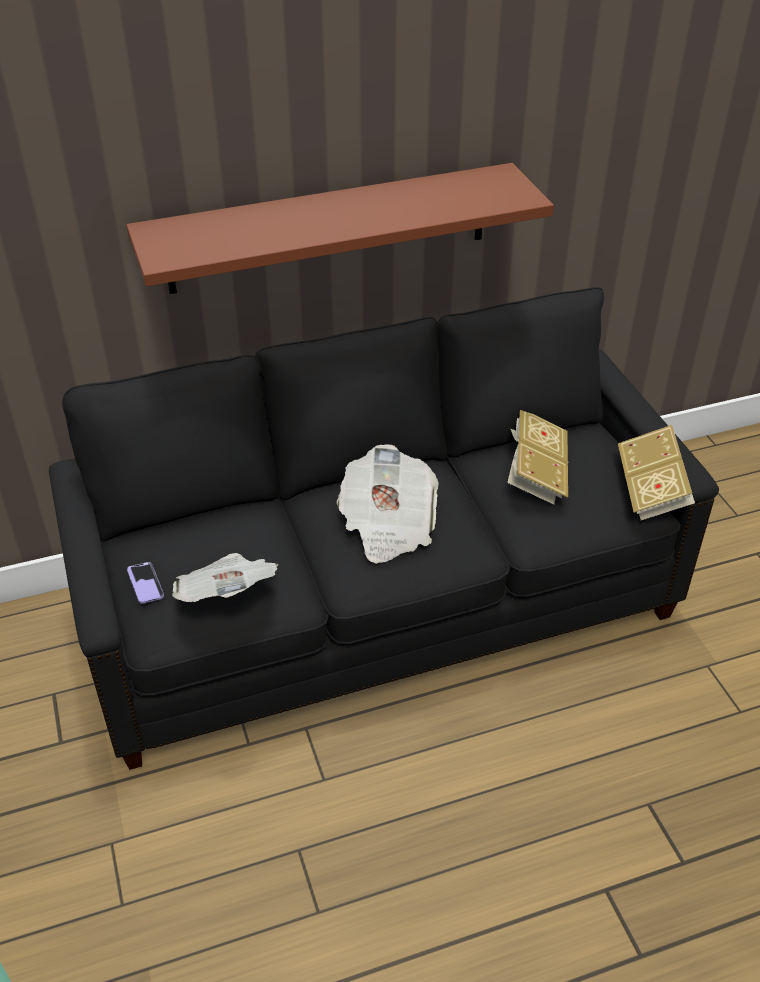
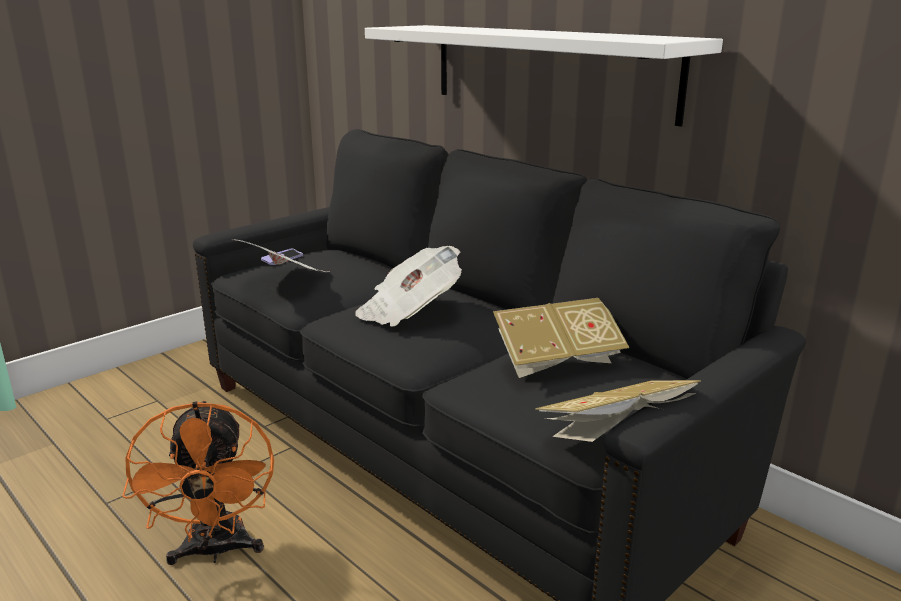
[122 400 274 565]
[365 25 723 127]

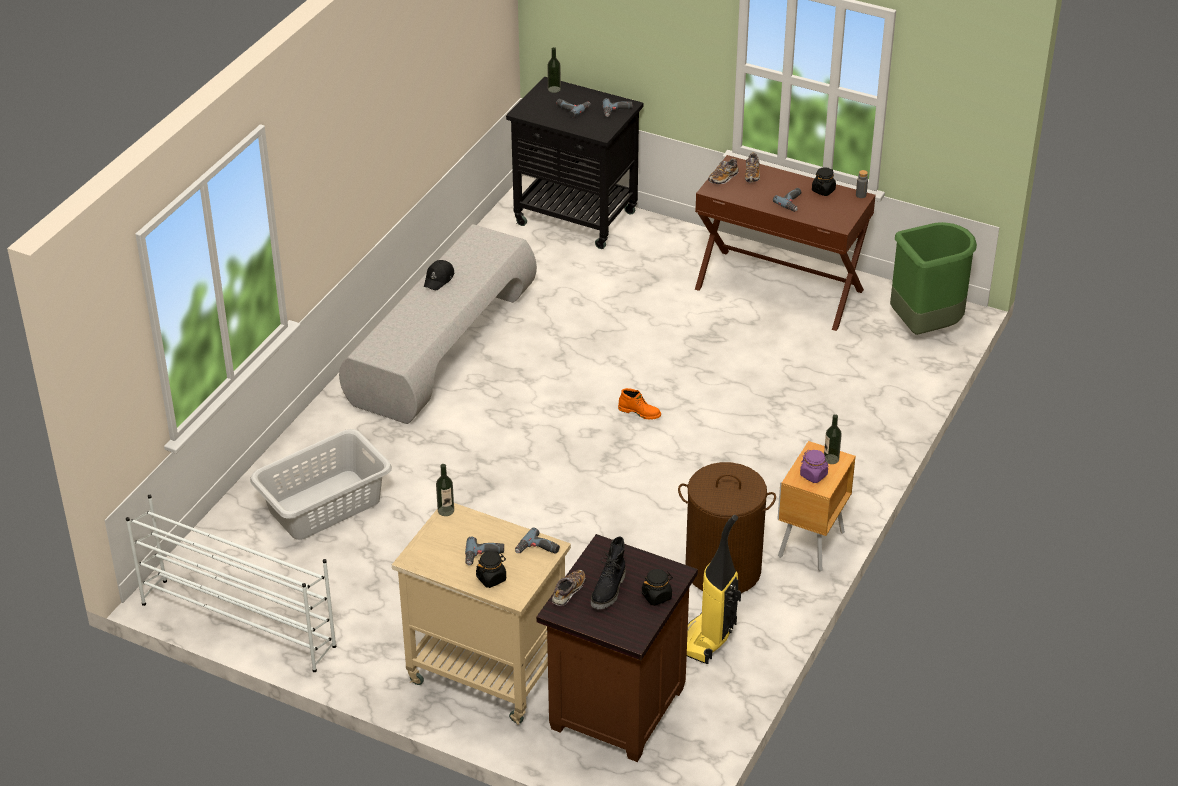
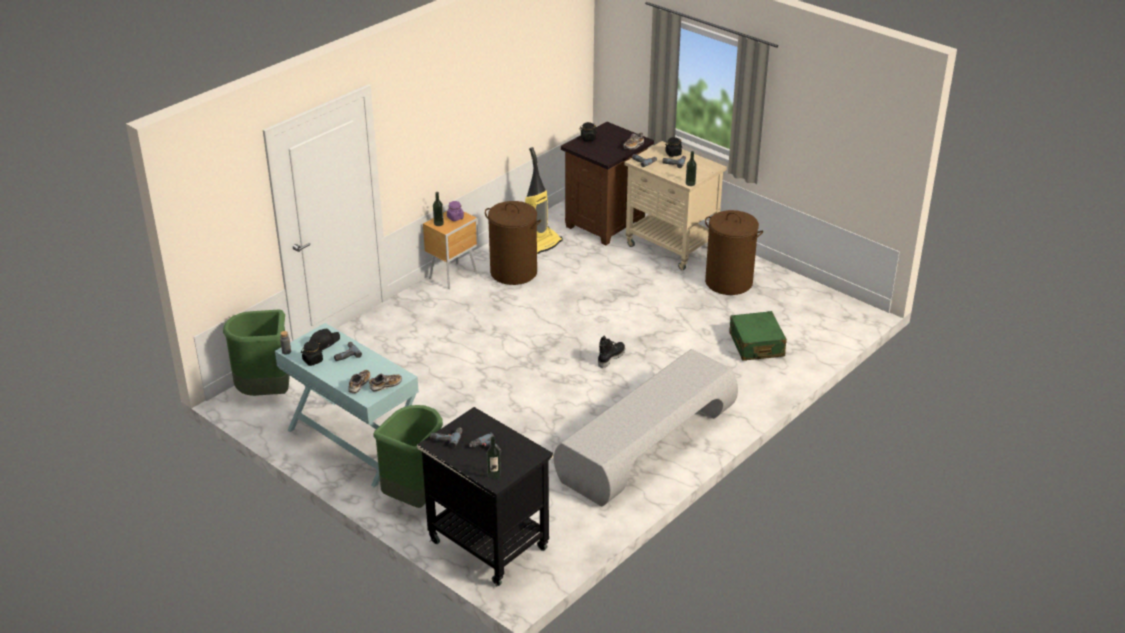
[275 323 419 487]
[310 329 340 351]
[373 405 443 508]
[598 335 625 368]
[705 210 763 295]
[729 311 787 361]
[126 495 336 672] (first image)
[618 388 661 420] (first image)

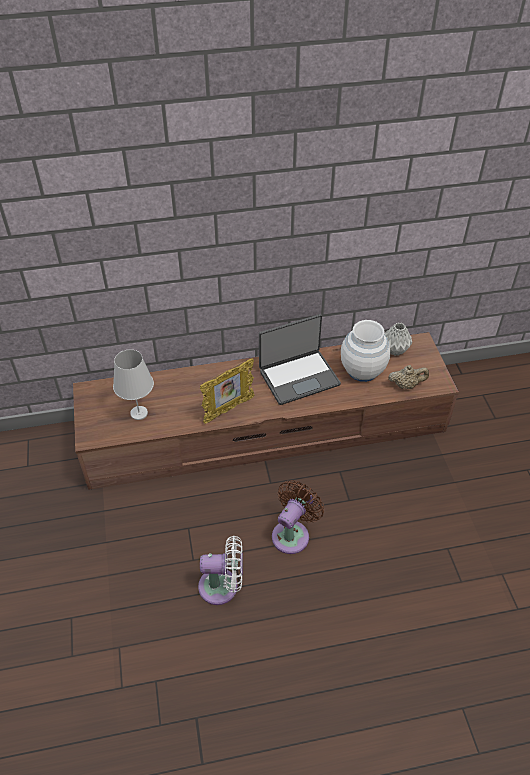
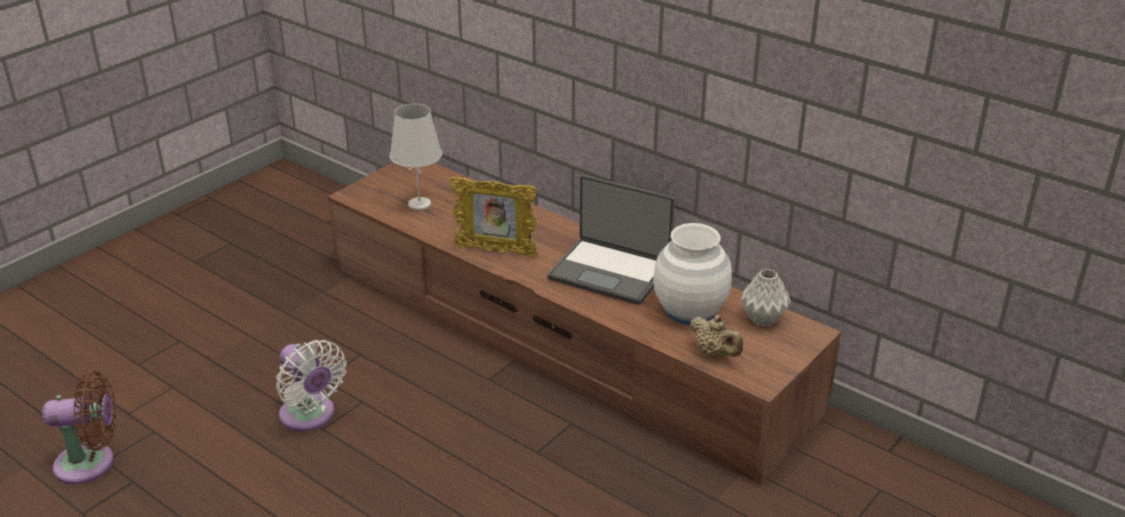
[42 371 116 484]

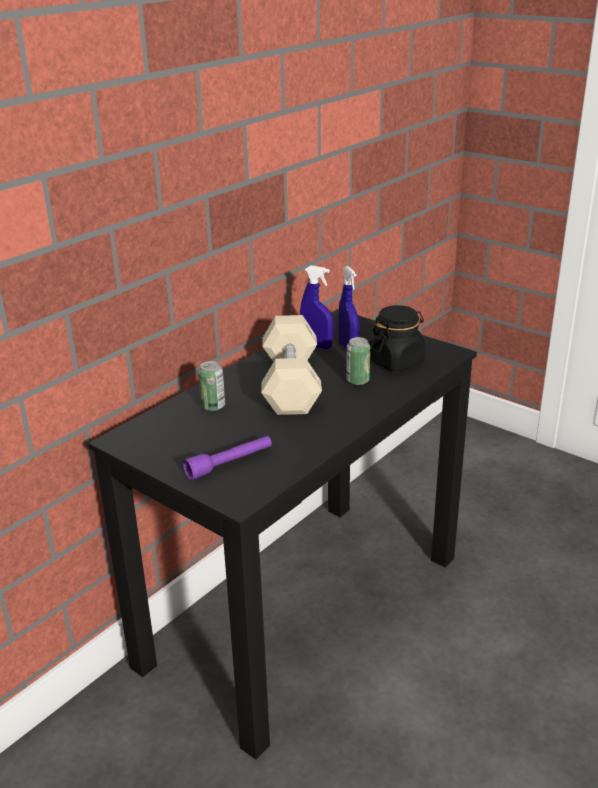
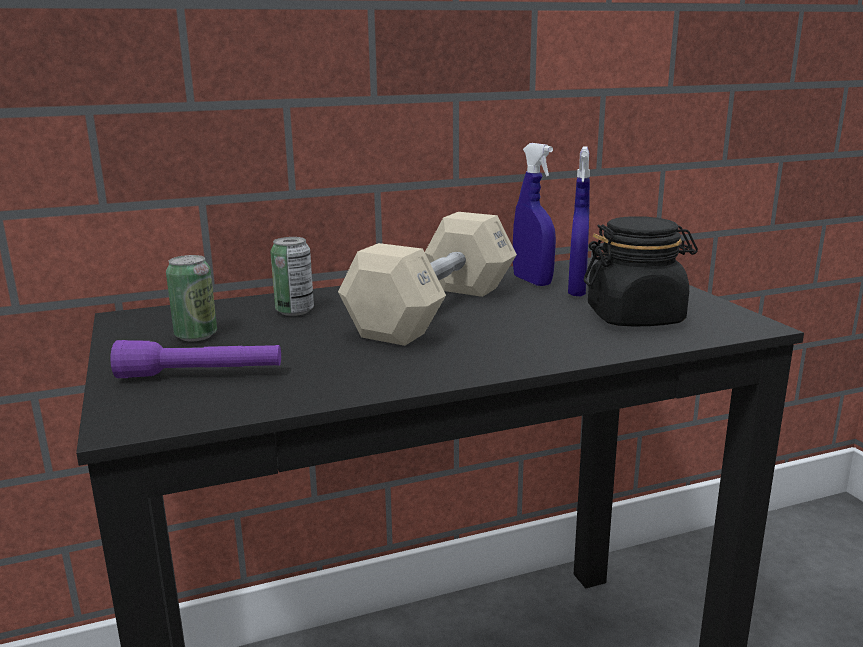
[166 255 217 341]

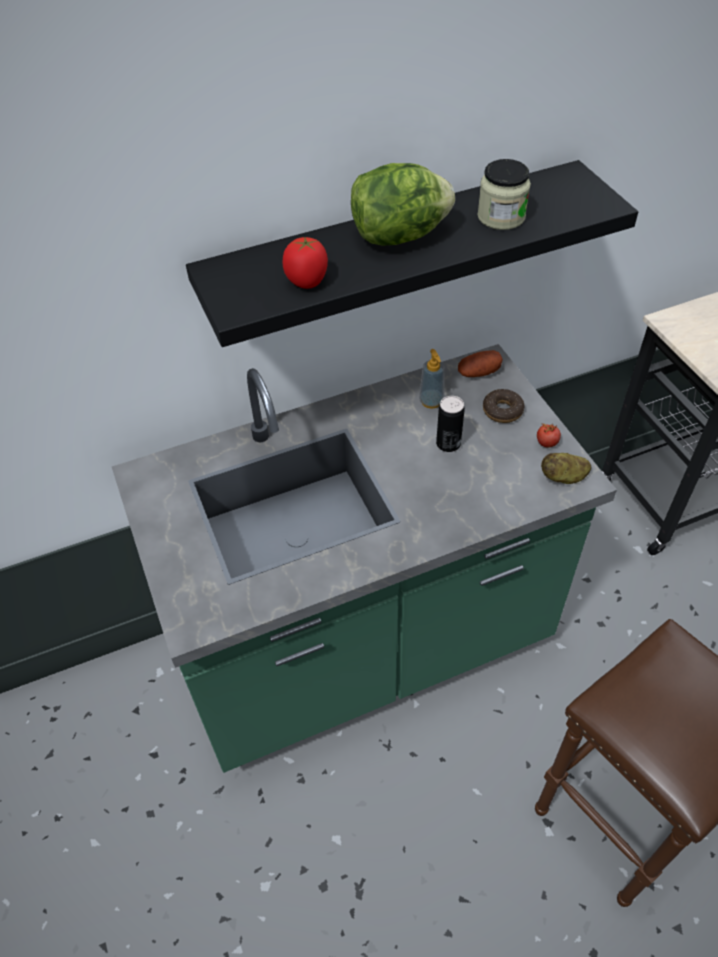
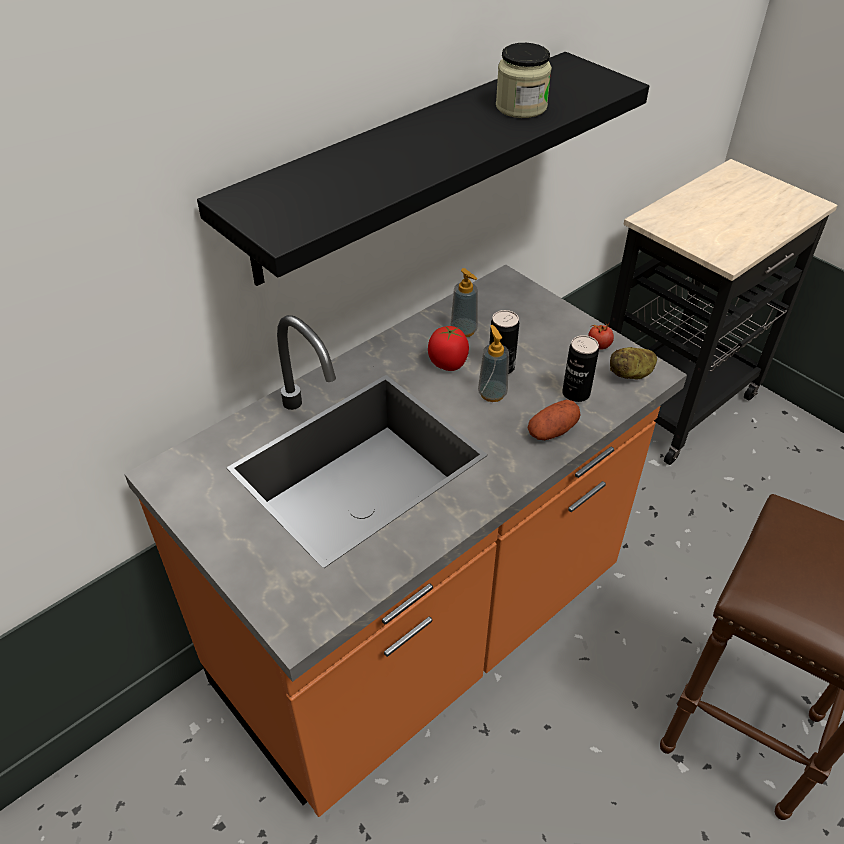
[124 264 687 817]
[428 326 469 371]
[478 325 509 402]
[528 400 581 440]
[562 335 599 402]
[351 163 455 246] (first image)
[483 389 525 423] (first image)

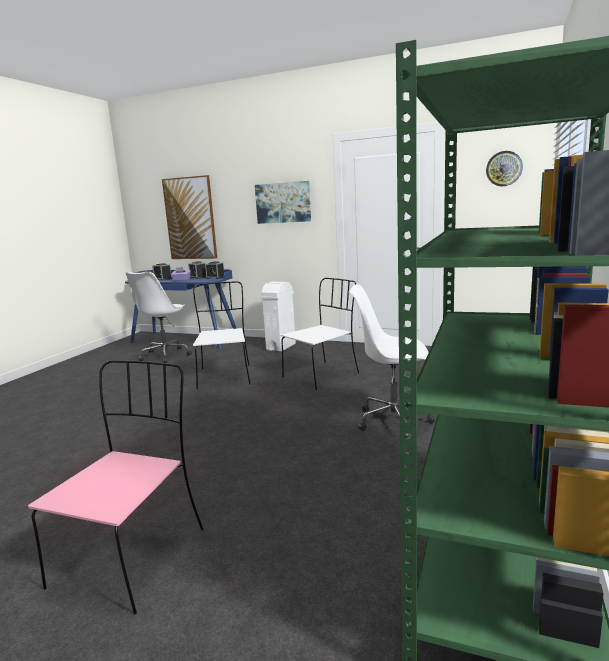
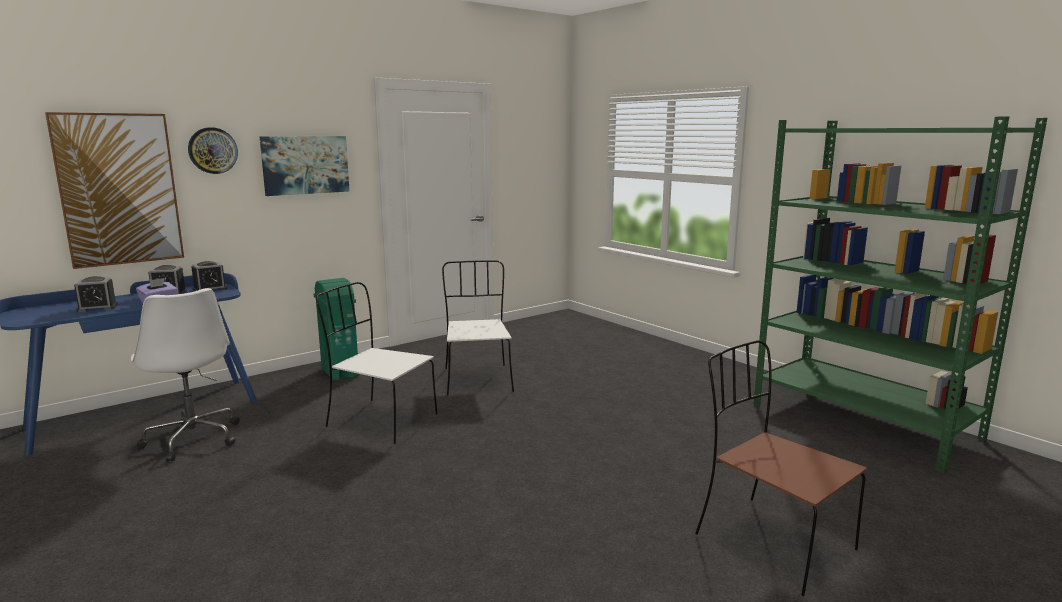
[188 127 238 174]
[314 278 359 381]
[695 340 867 596]
[348 284 435 438] (first image)

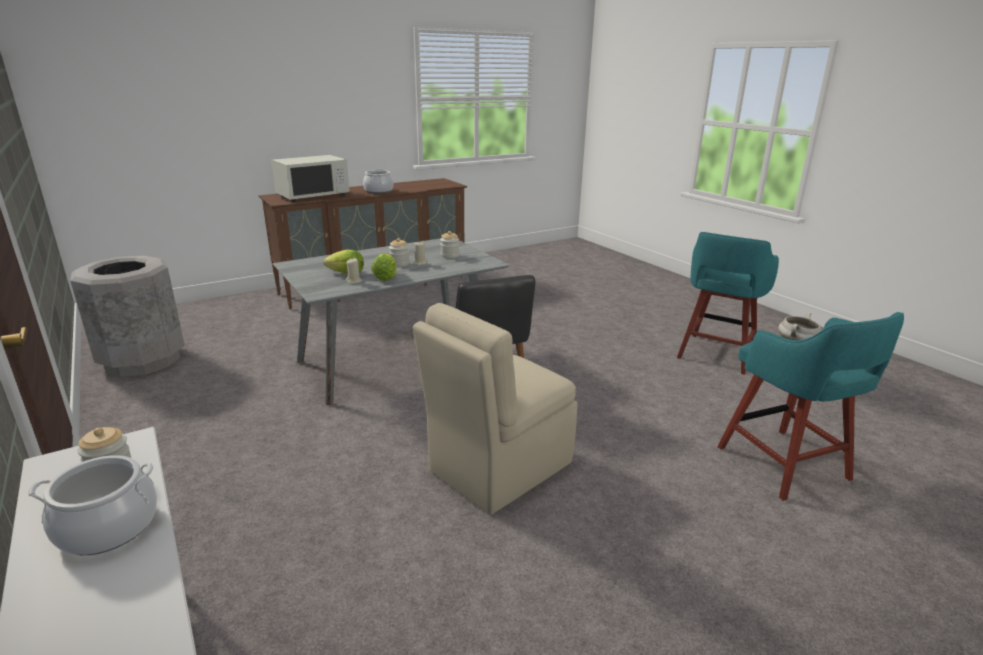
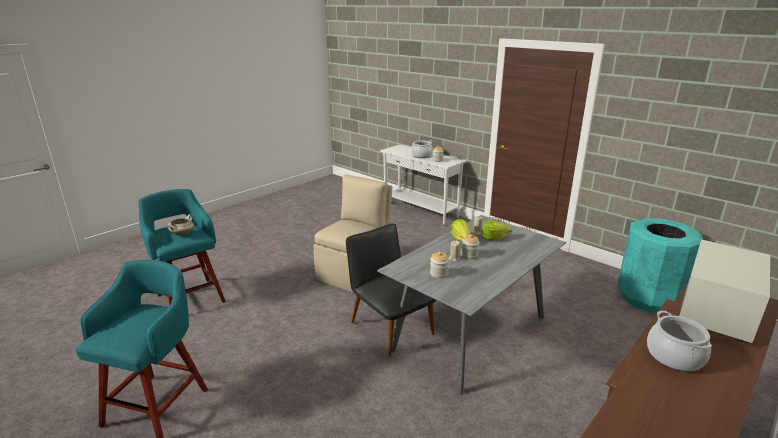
[618 218 703 313]

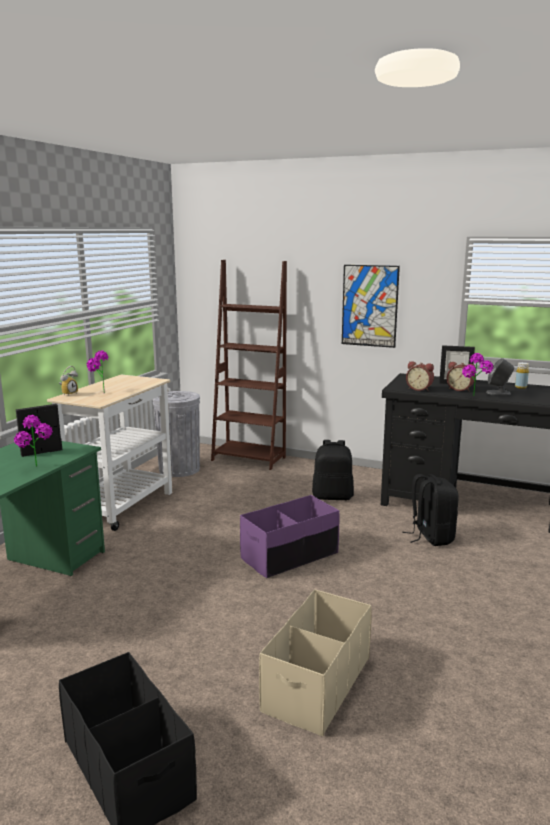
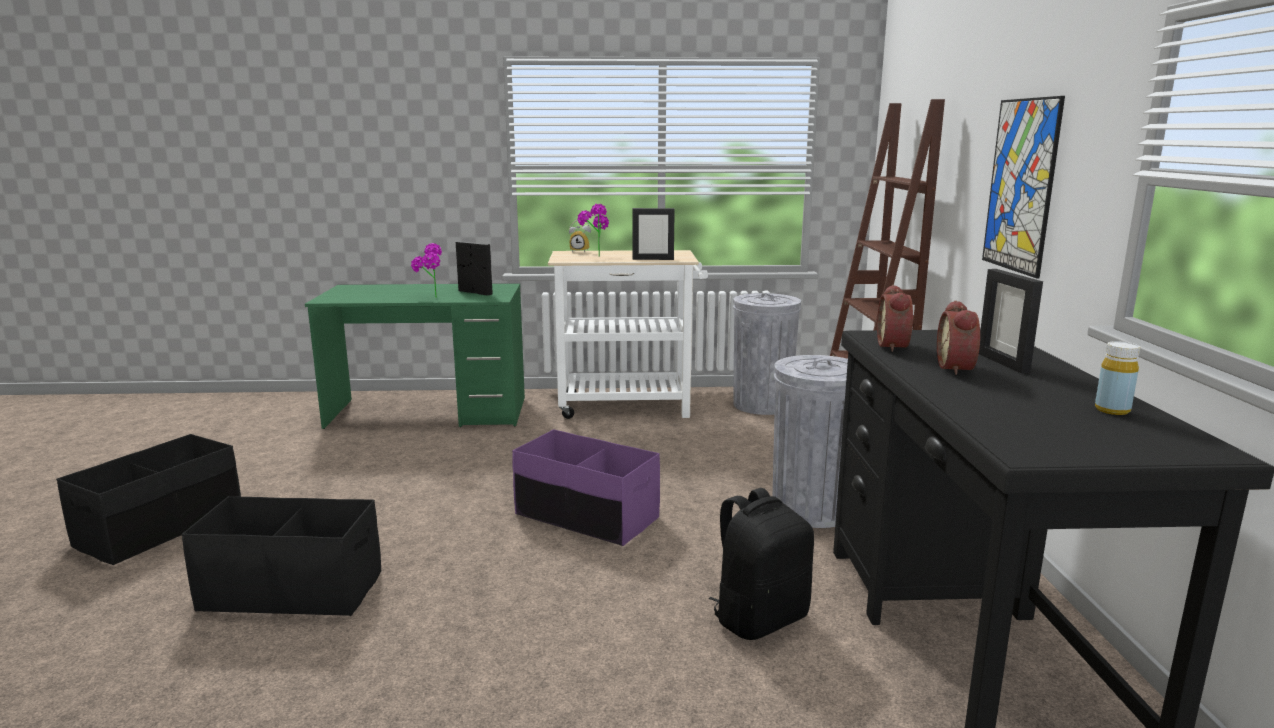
[182 496 381 616]
[633 208 675 260]
[773 355 848 528]
[462 353 494 396] (first image)
[486 358 514 395] (first image)

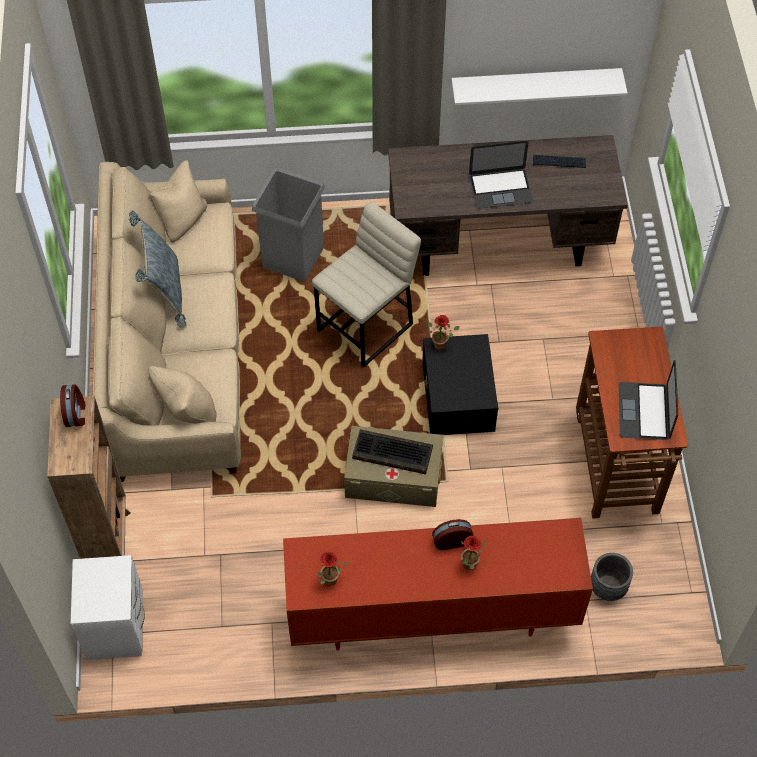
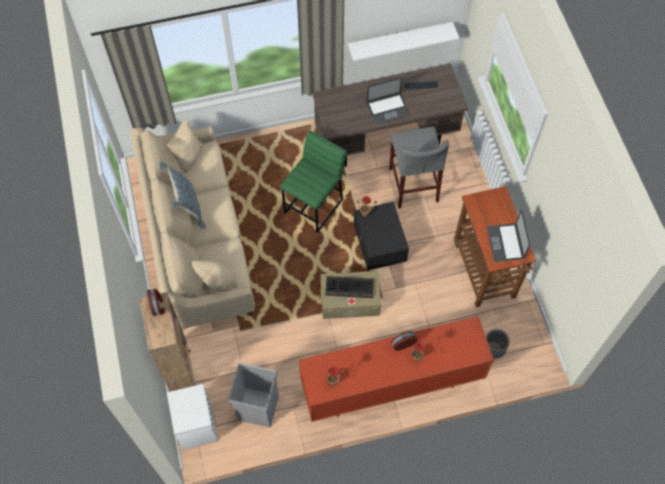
[228 363 279 427]
[280 131 347 233]
[389 127 449 209]

